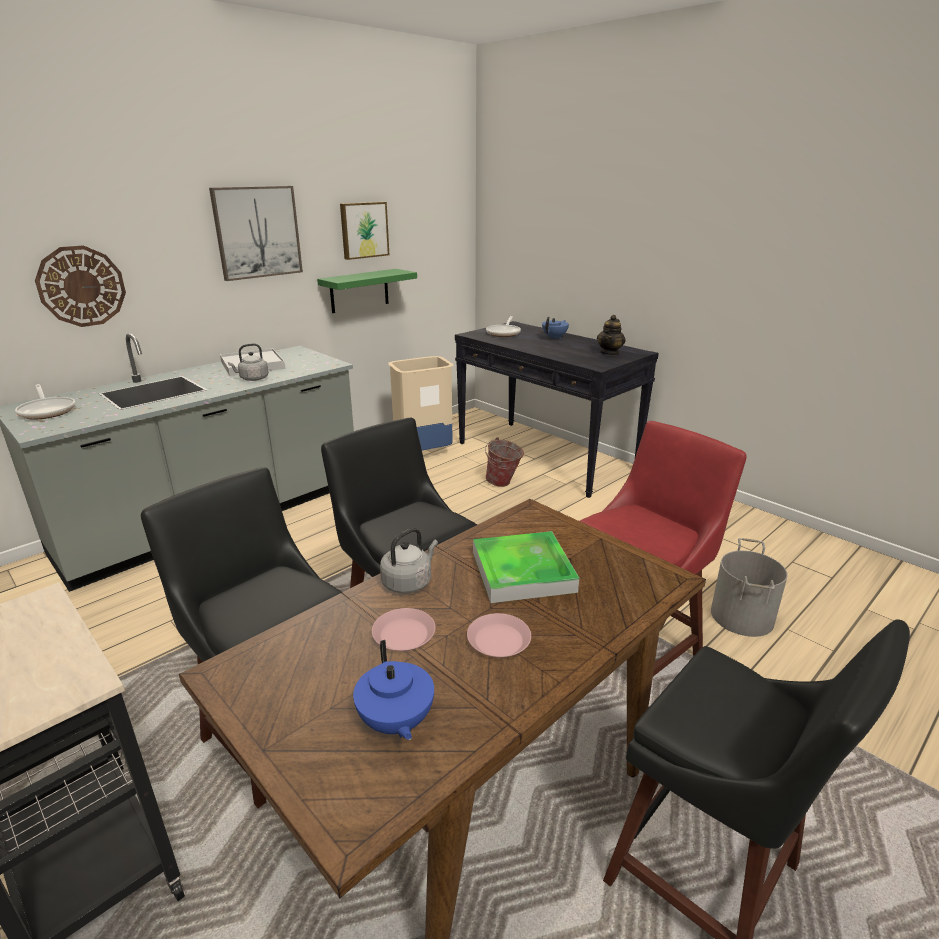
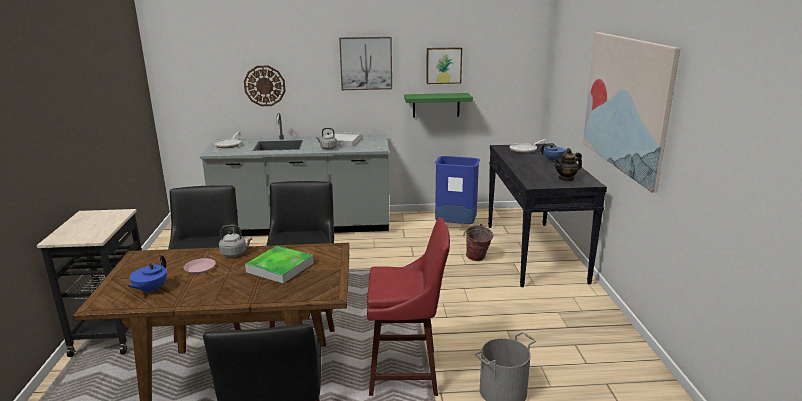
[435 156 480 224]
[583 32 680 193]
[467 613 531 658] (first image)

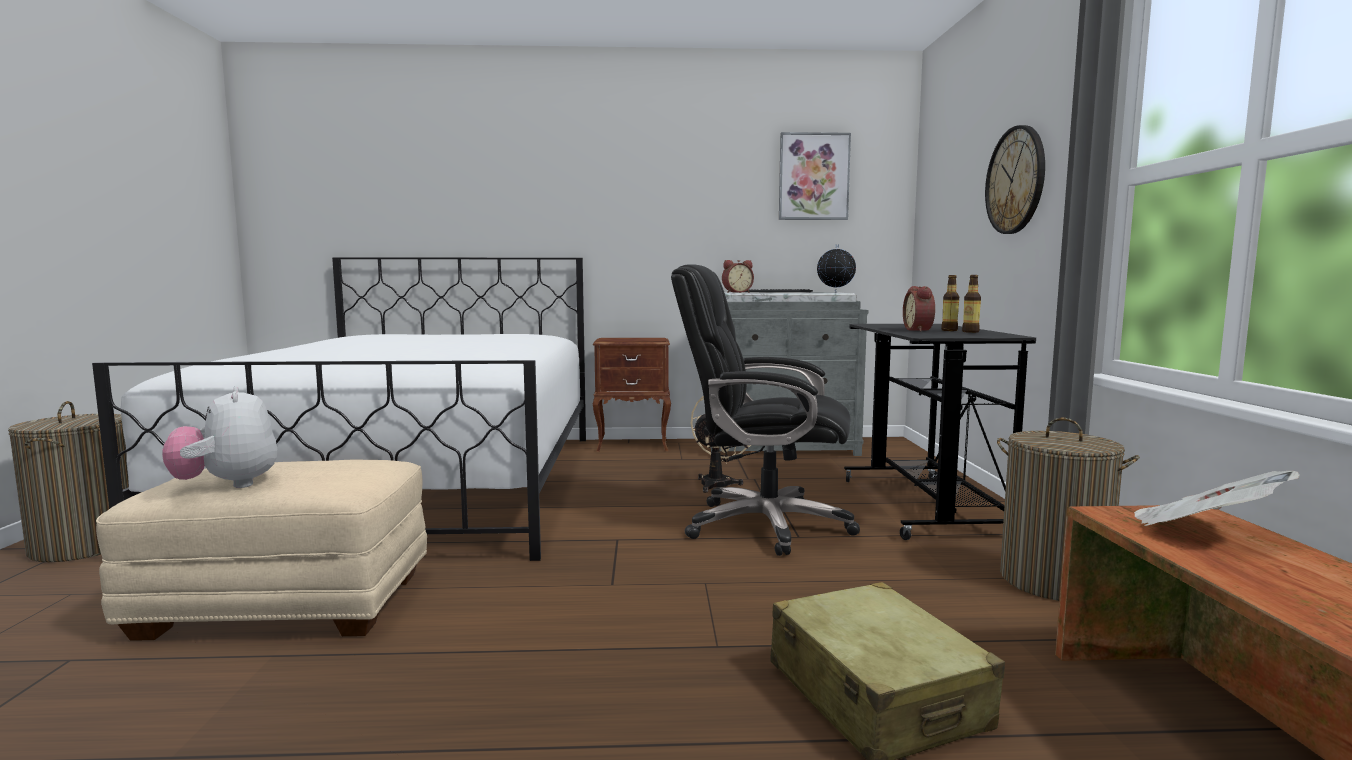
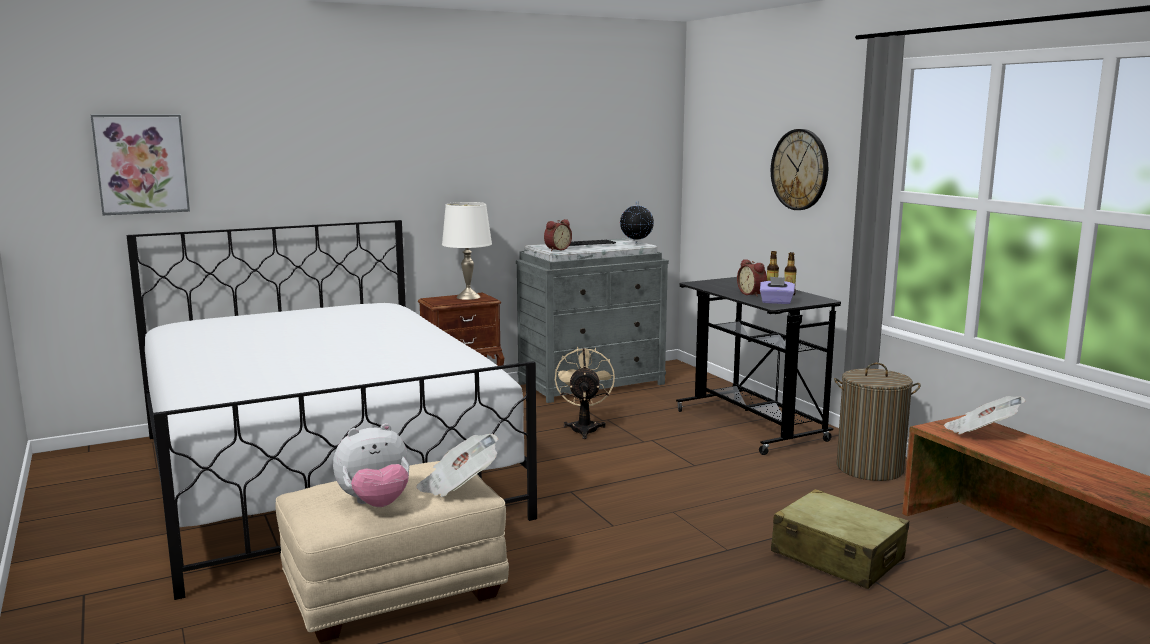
[91 114 190 215]
[333 423 409 507]
[416 434 499 497]
[442 202 492 300]
[760 277 795 304]
[8 401 129 562] (first image)
[671 264 860 556] (first image)

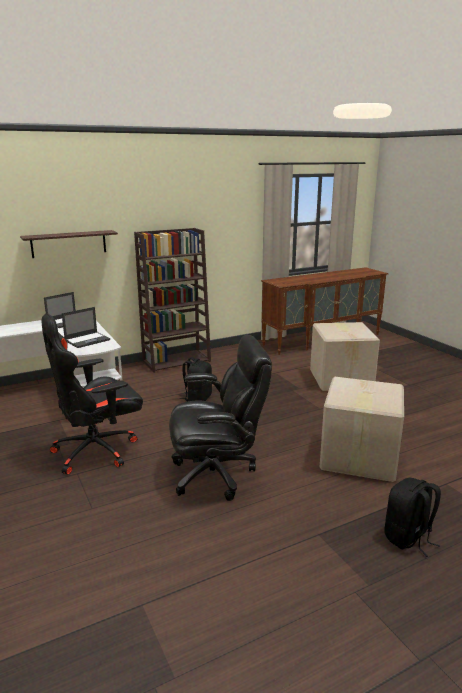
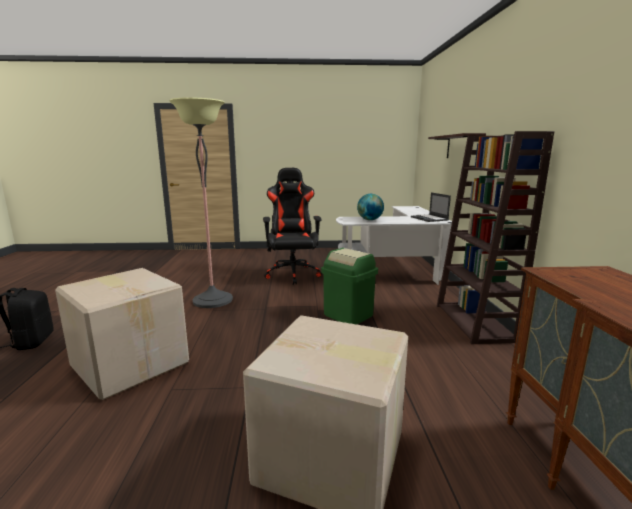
[169 97 233 308]
[321 248 378 324]
[357 194 384 220]

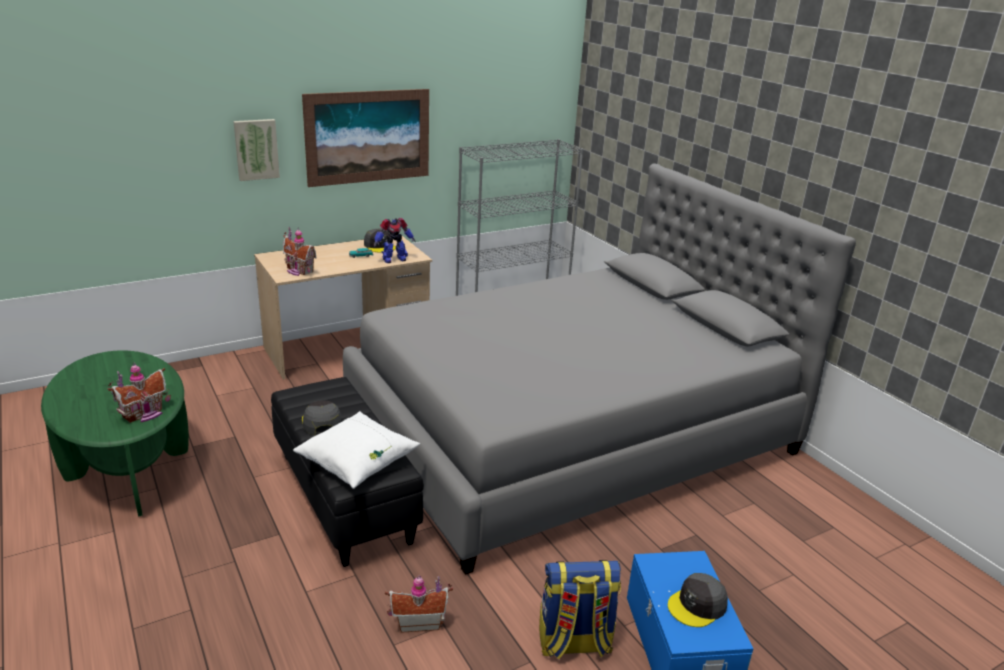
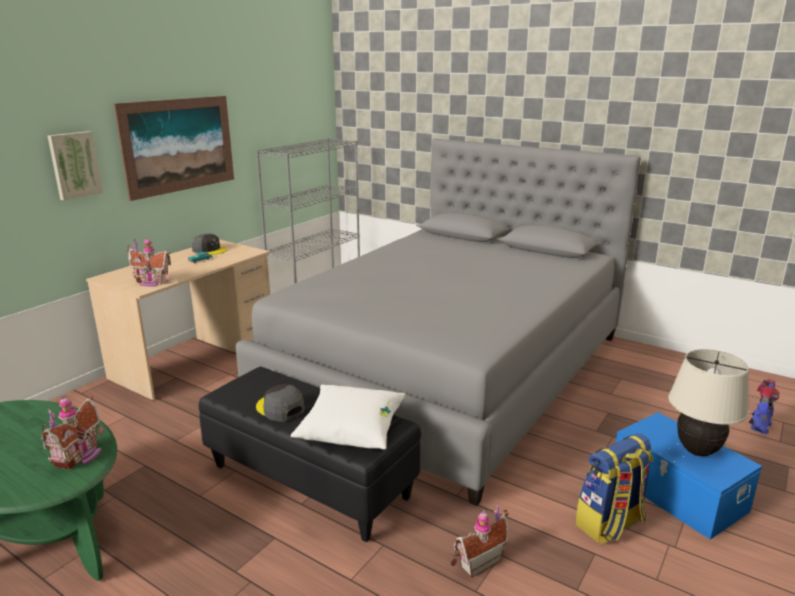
[668 349 749 456]
[749 379 779 434]

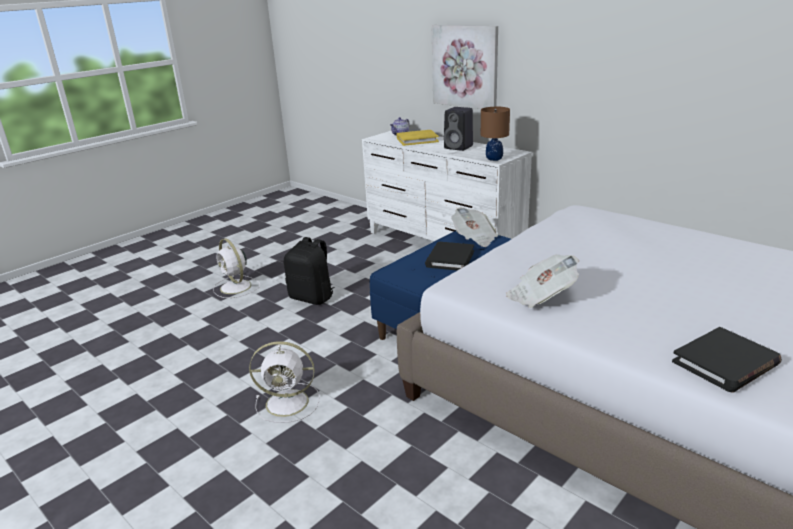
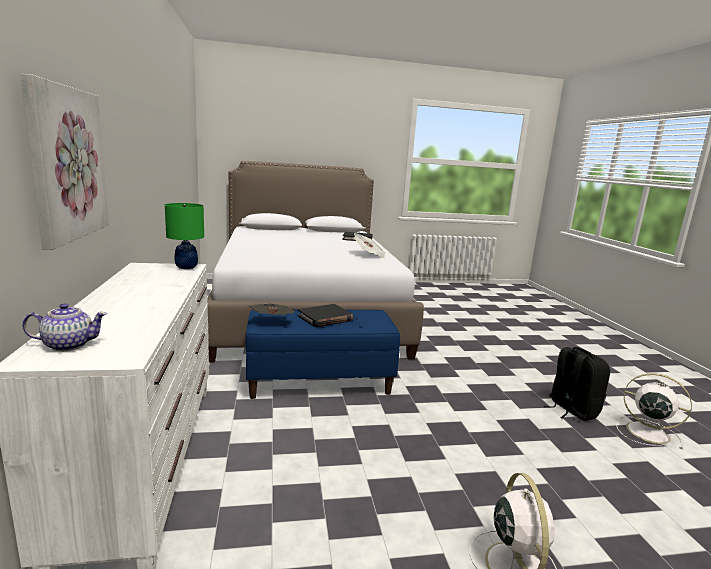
[165 203 204 269]
[544 347 610 421]
[616 373 692 449]
[397 130 439 146] (first image)
[444 107 473 151] (first image)

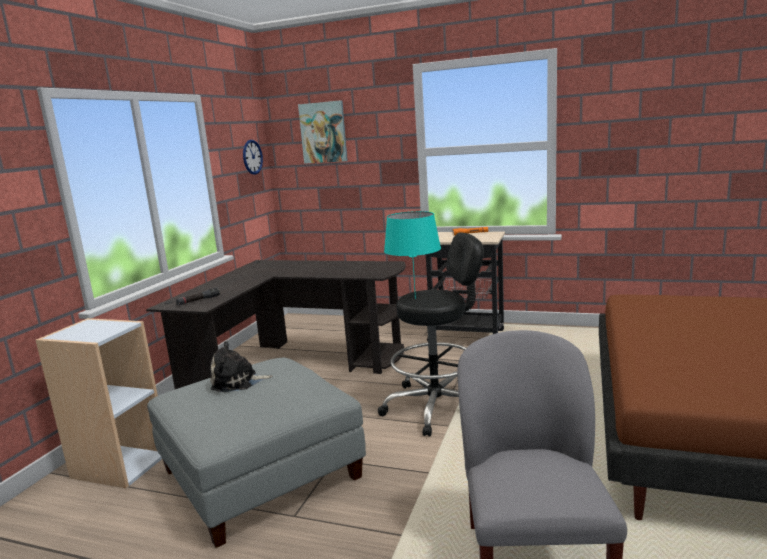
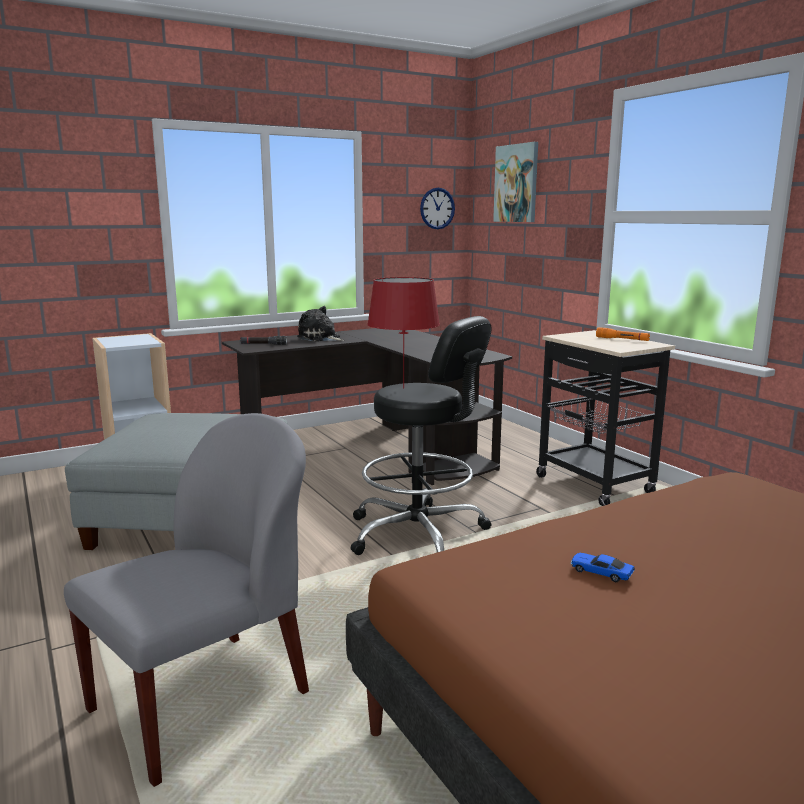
[297 306 345 341]
[367 277 440 389]
[571 553 635 582]

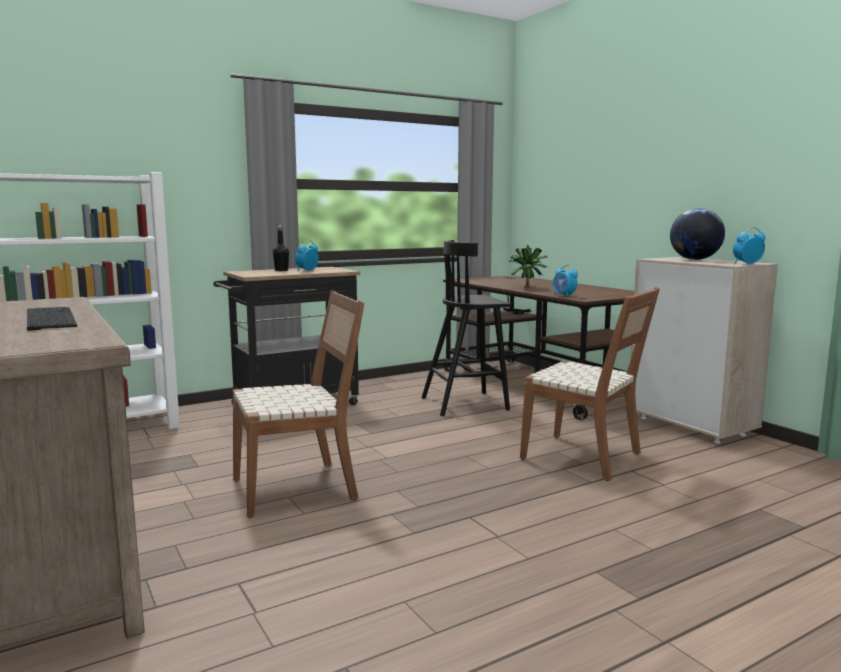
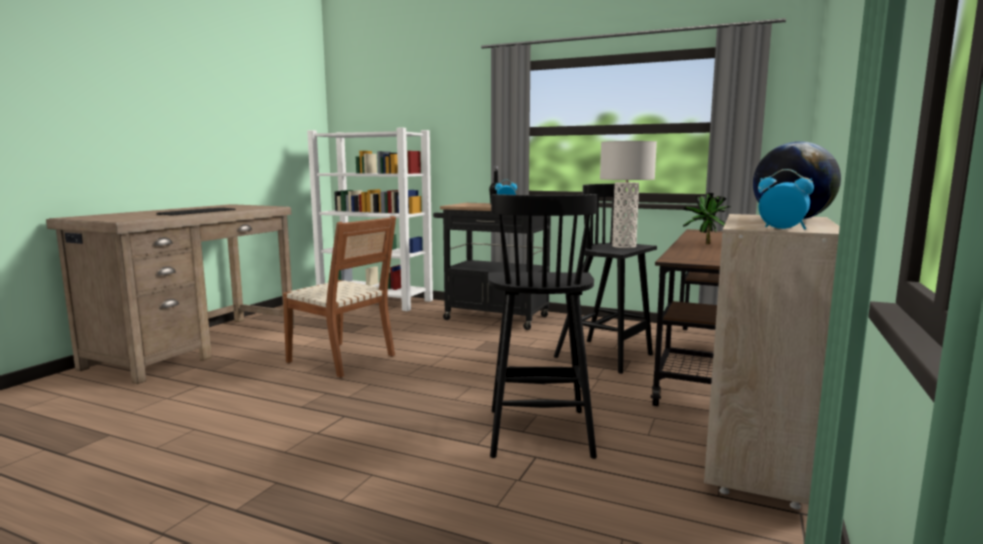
[488 194 597 459]
[600 141 657 248]
[553 265 578 297] (first image)

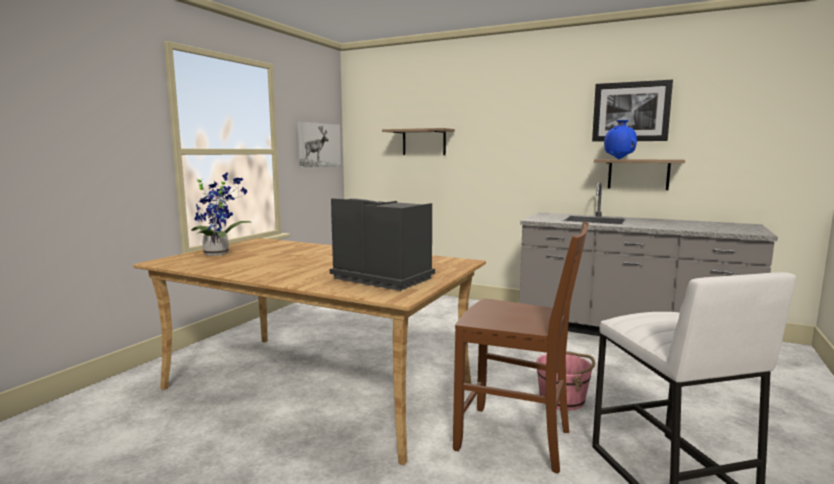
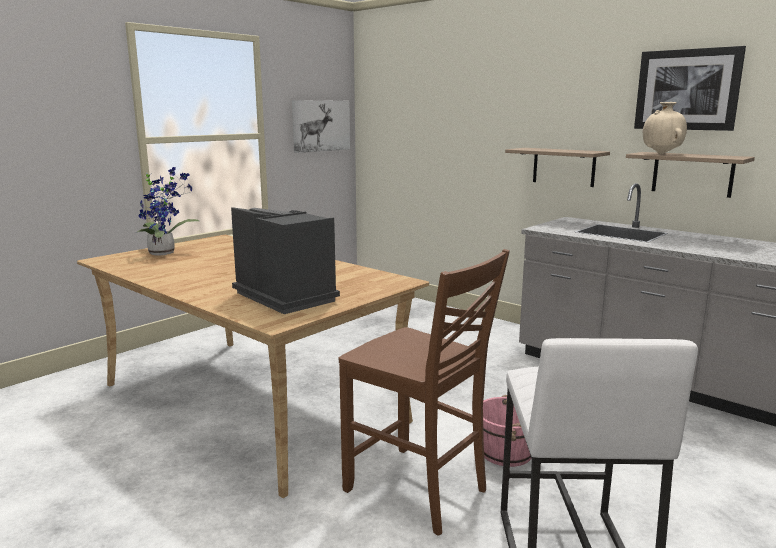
[505 148 610 187]
[643 102 687 154]

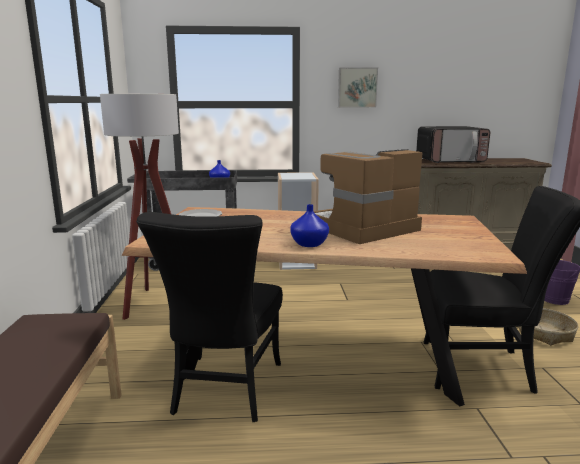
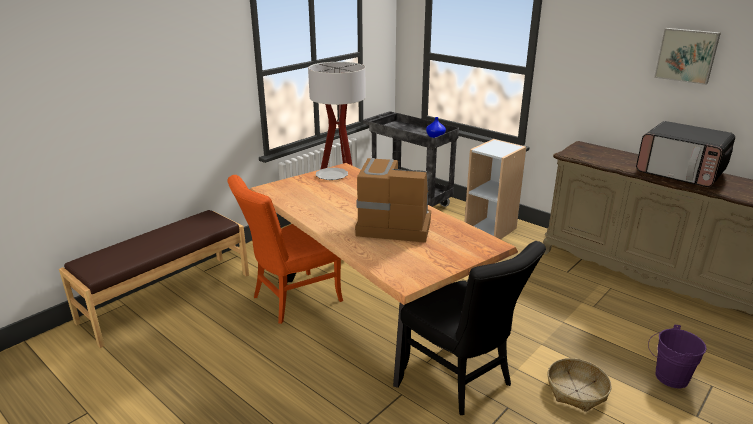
[227 175 343 324]
[654 28 721 85]
[290 204 329 247] (first image)

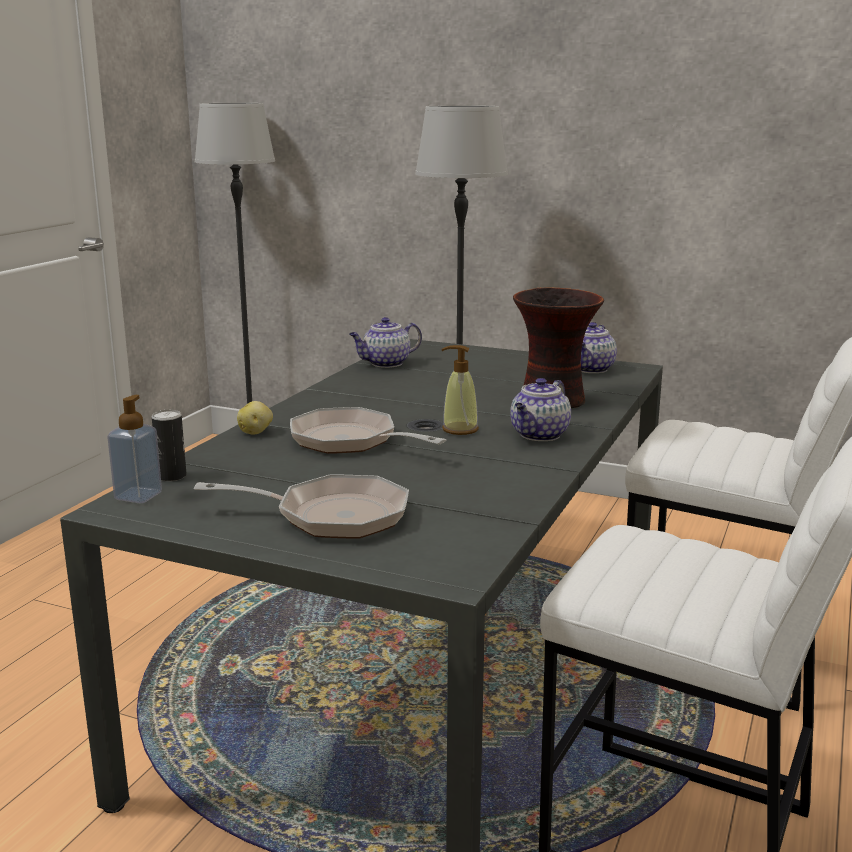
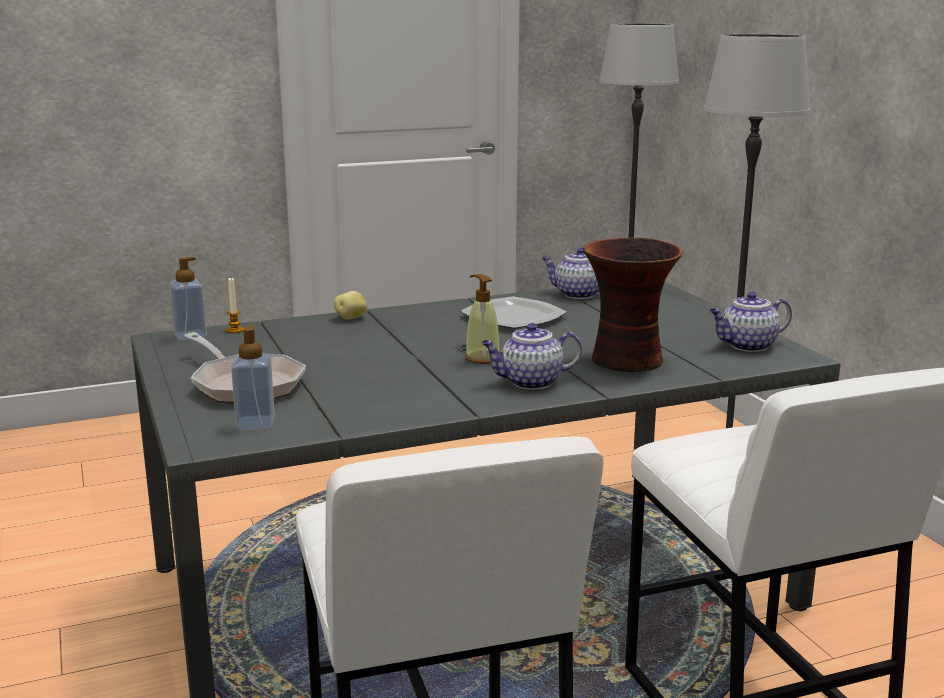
[225 278 244 333]
[231 325 275 430]
[461 297 567 329]
[290 407 446 454] (first image)

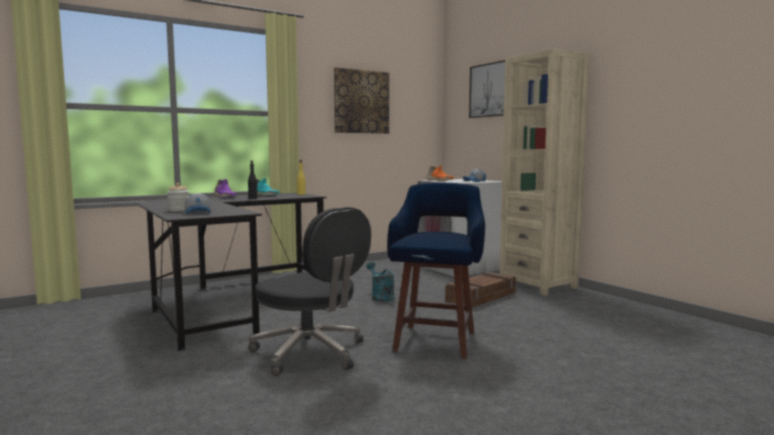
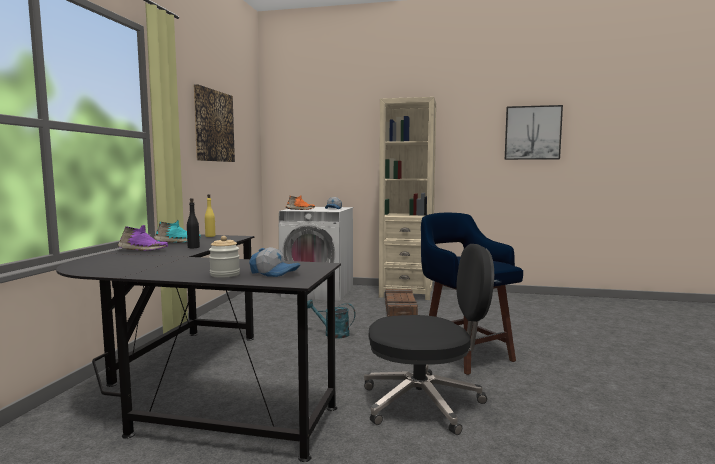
[505 105 563 160]

